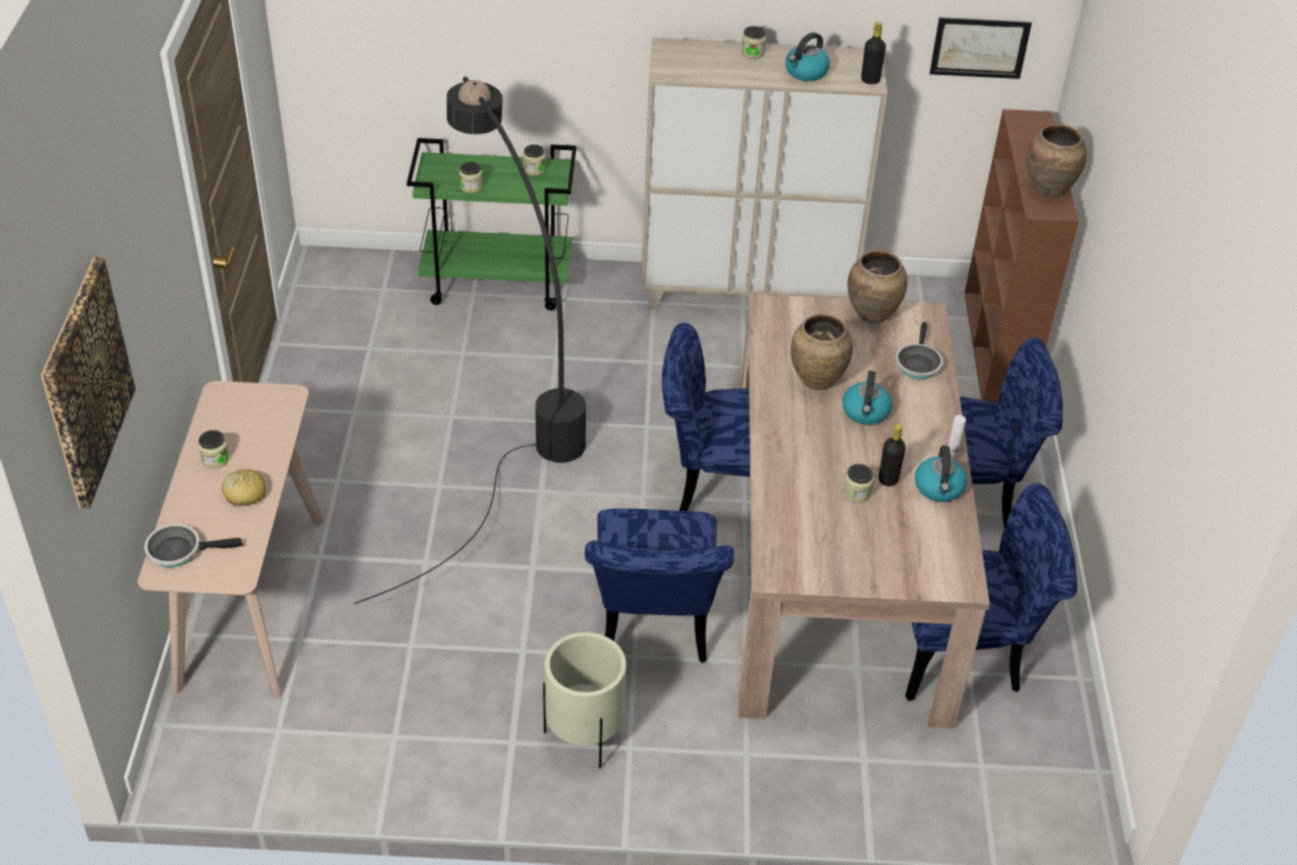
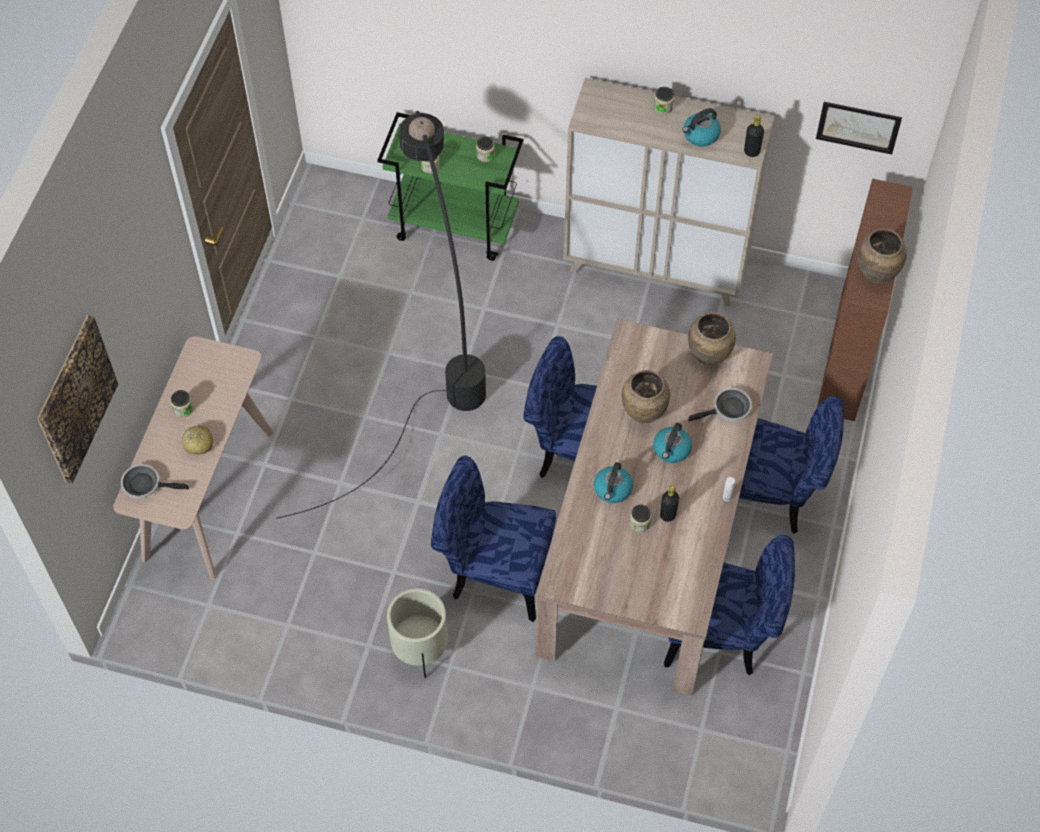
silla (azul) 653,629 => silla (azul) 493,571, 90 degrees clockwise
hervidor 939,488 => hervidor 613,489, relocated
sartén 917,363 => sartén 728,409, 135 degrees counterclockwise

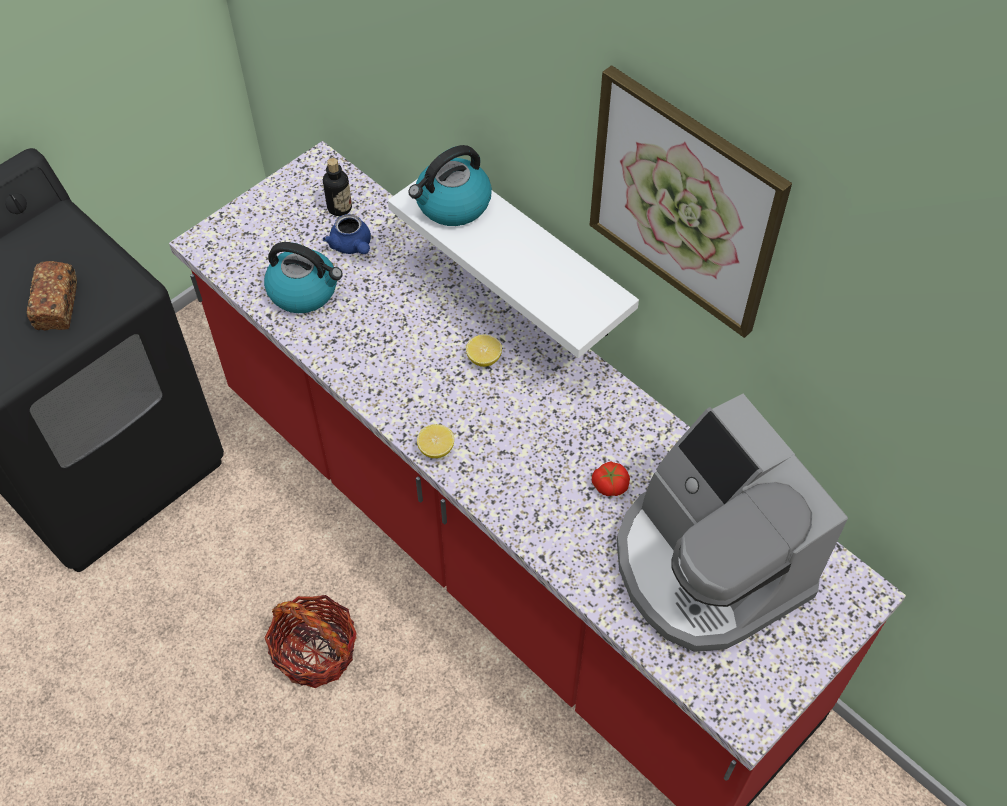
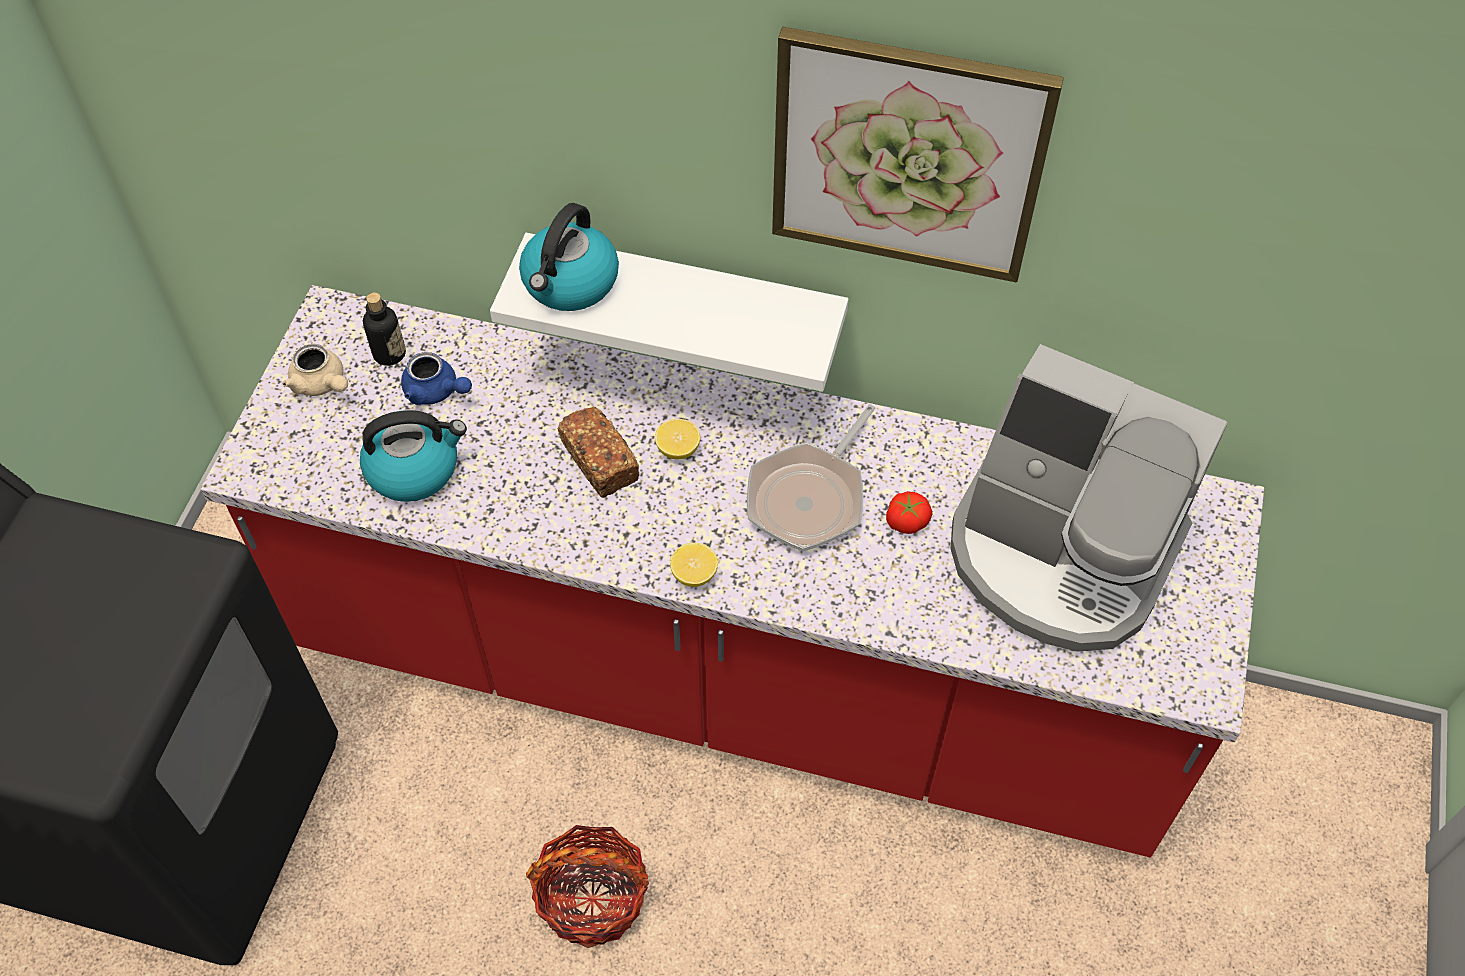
nothing => tetera (beis) 322,384
pan 57,305 => pan 600,462, relocated
nothing => sartén 810,497

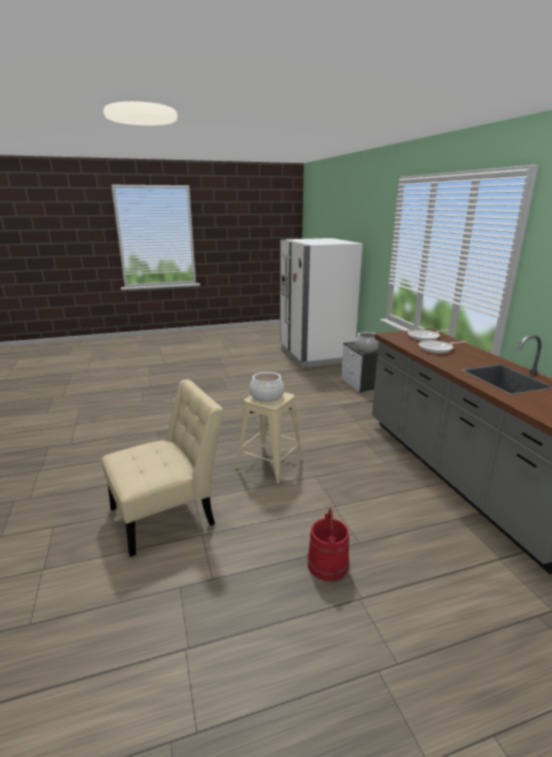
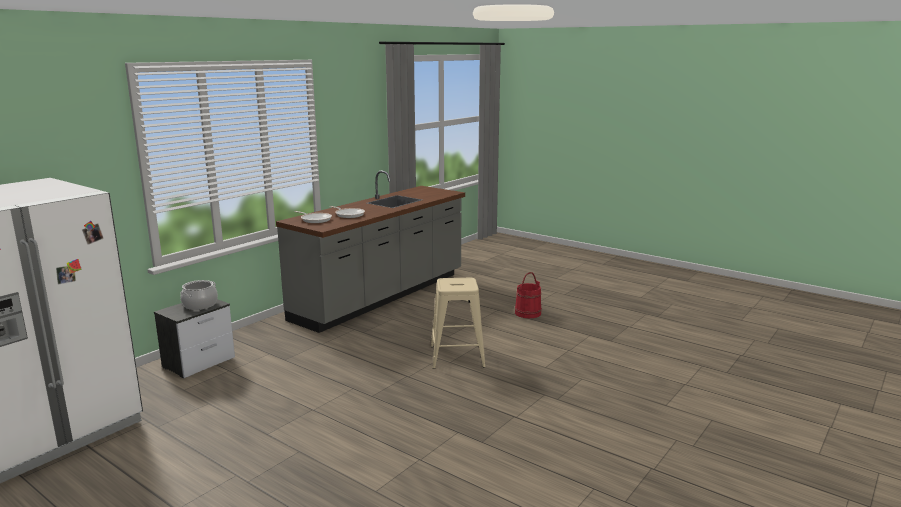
silla (beis) 168,514 => nothing
olla 267,396 => nothing

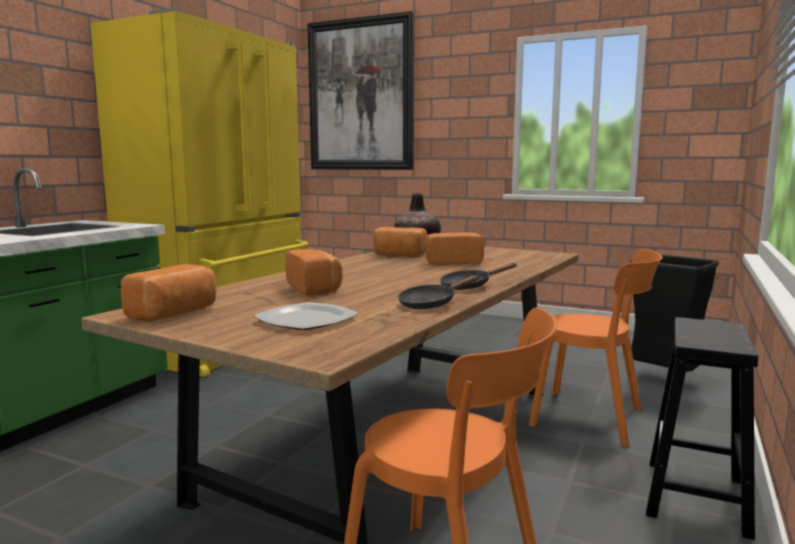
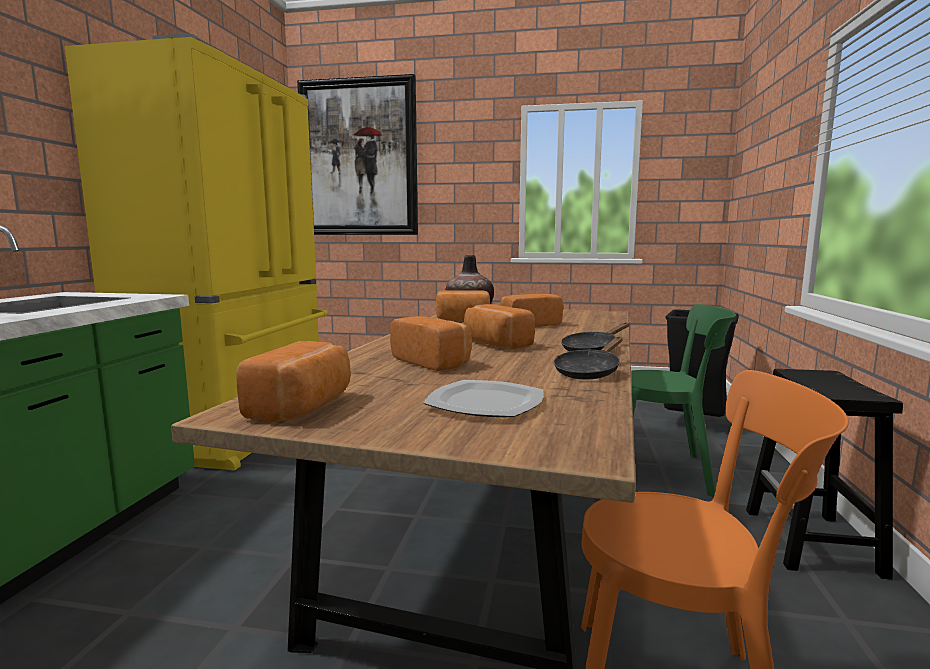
nothing => pan 495,344
silla (naranja) 593,418 => silla (verde) 665,471

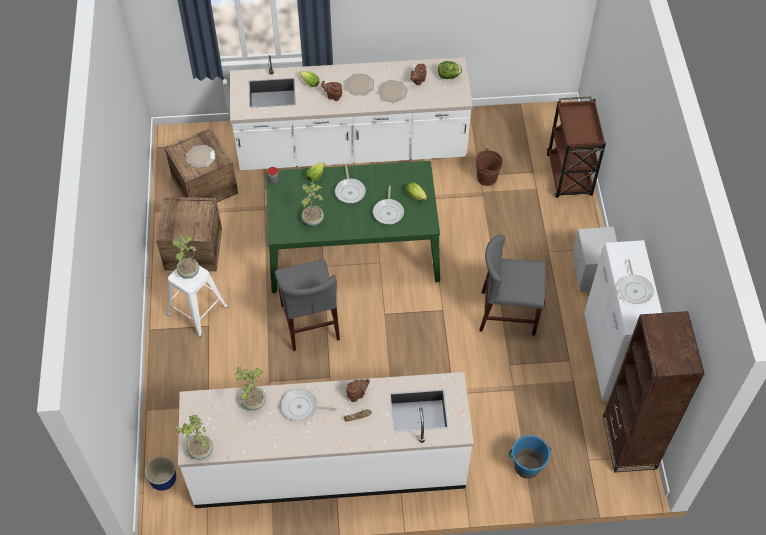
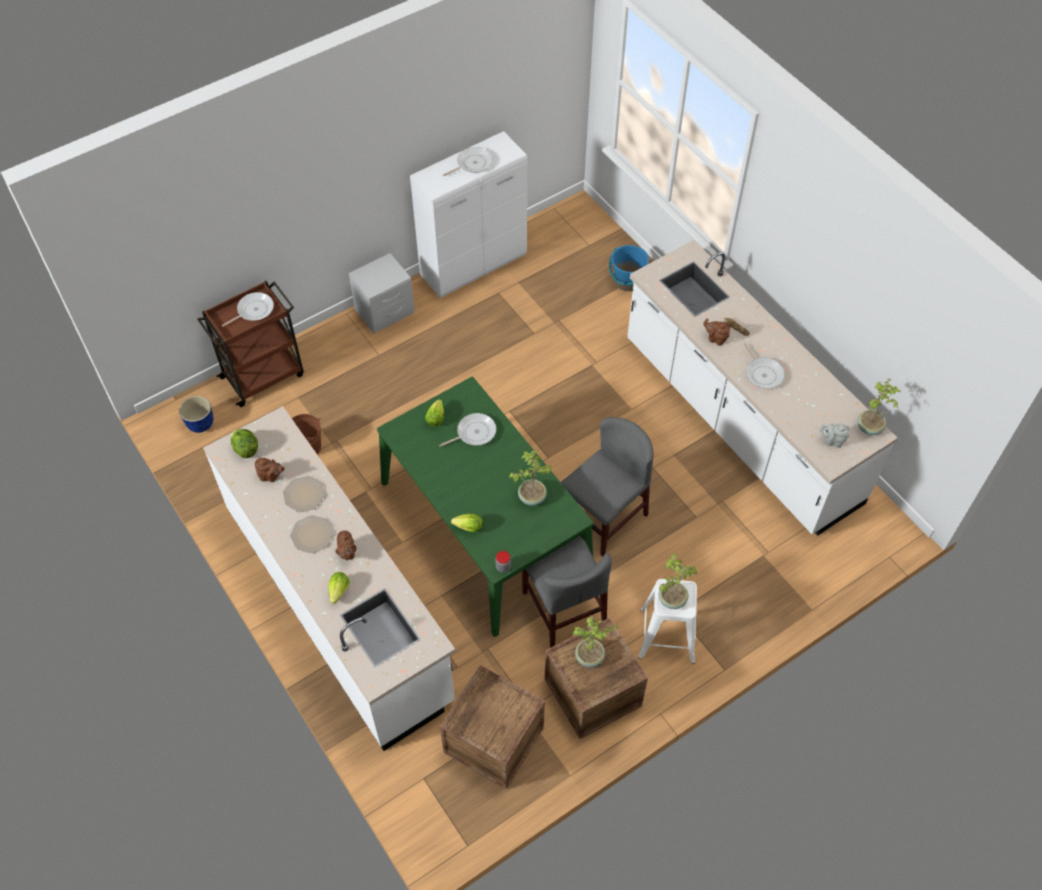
maceta 163,480 => maceta 200,424, relocated
sartén 350,191 => sartén 253,310, relocated
silla (gris) 508,313 => silla (gris) 563,609, relocated
planta en maceta 253,402 => planta en maceta 590,657, relocated
nothing => tetera (gris) 832,441
plato 201,156 => nothing
estantería (marrón) 629,442 => nothing

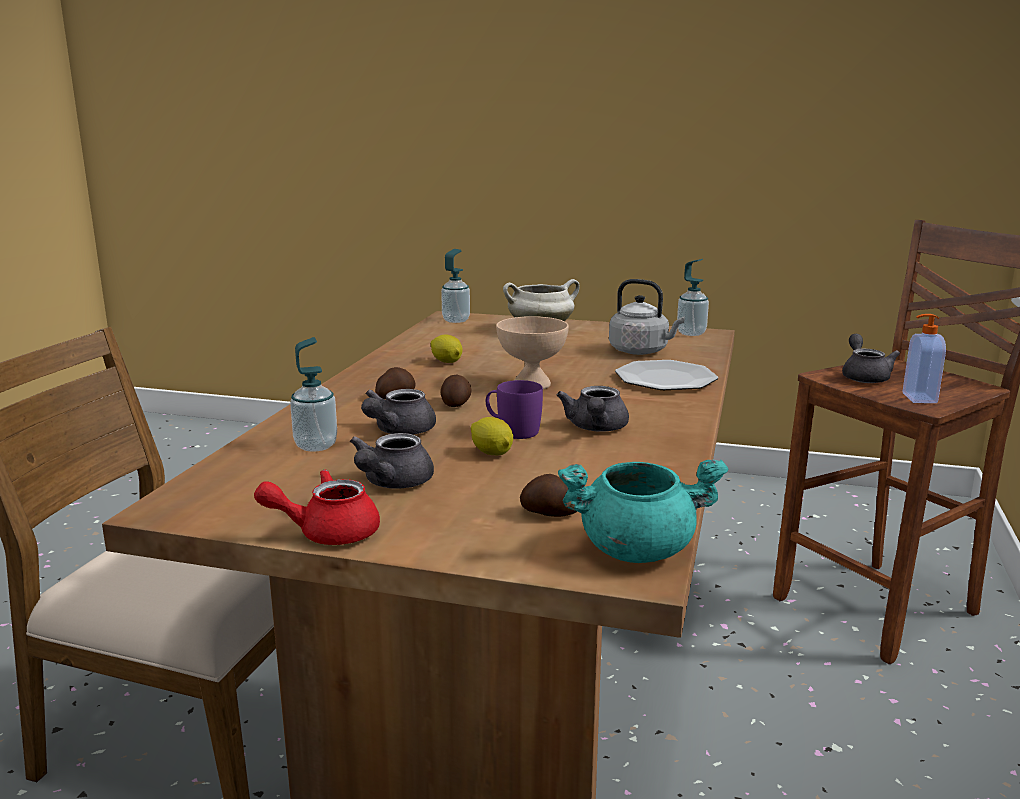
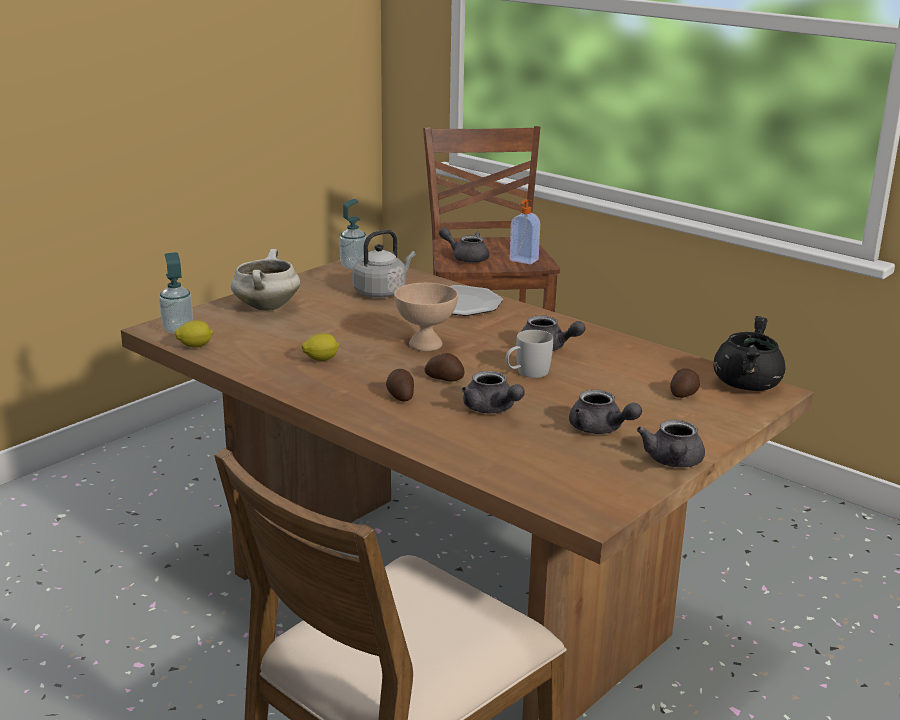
limón 492,453 => limón 195,346, relocated
taza grande (morado) 512,430 => taza grande (blanco) 527,373
tetera (rojo) 327,532 => tetera (gris) 673,462
olla (turquesa) 637,549 => olla (negro) 746,384
dispensador de jabón 316,445 => nothing

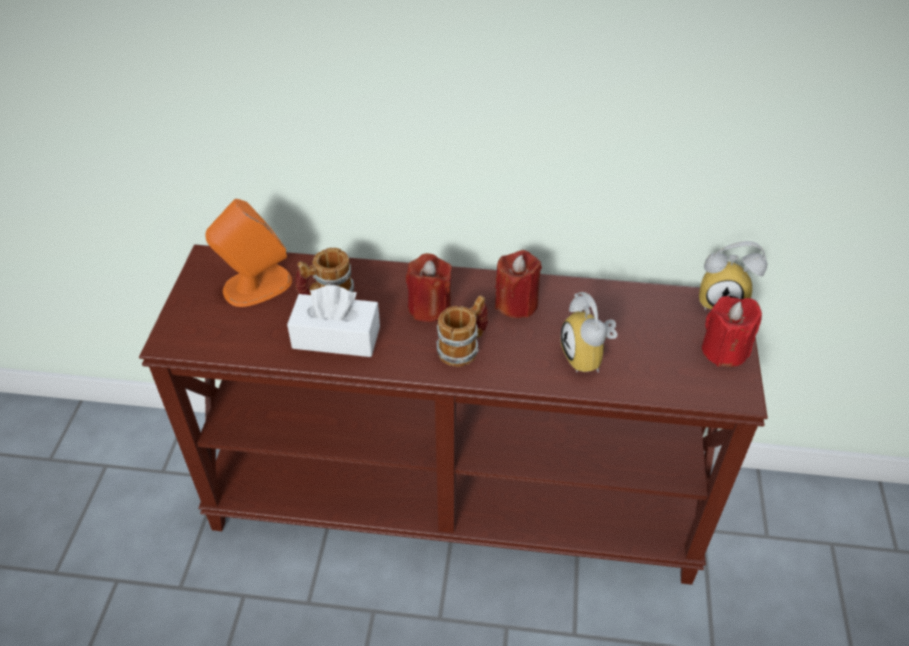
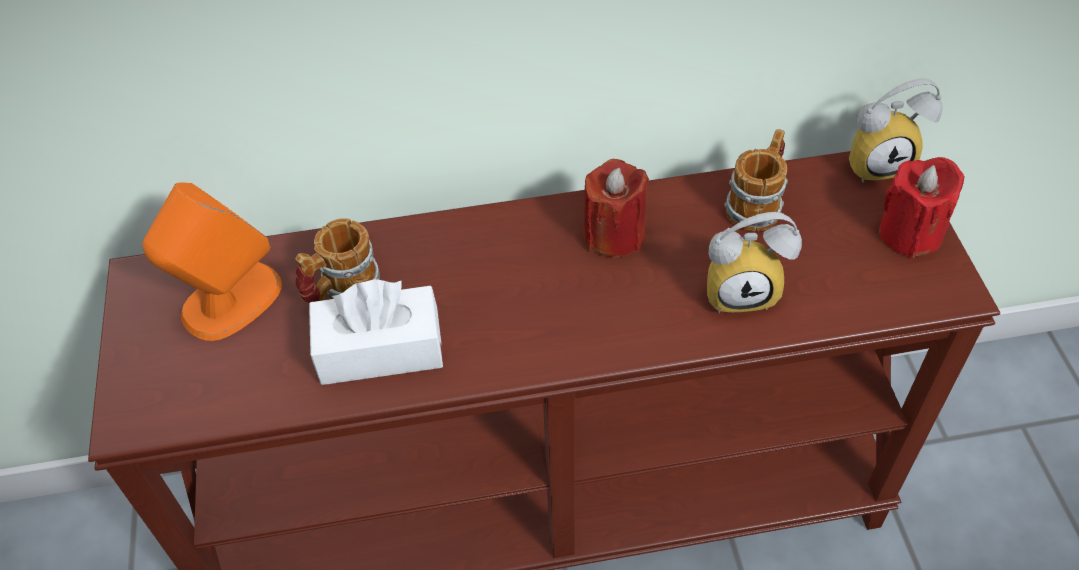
despertador 589,358 => despertador 742,289, 60 degrees counterclockwise
taza grande 464,347 => taza grande 757,204, relocated
vela (rojo) 429,307 => nothing

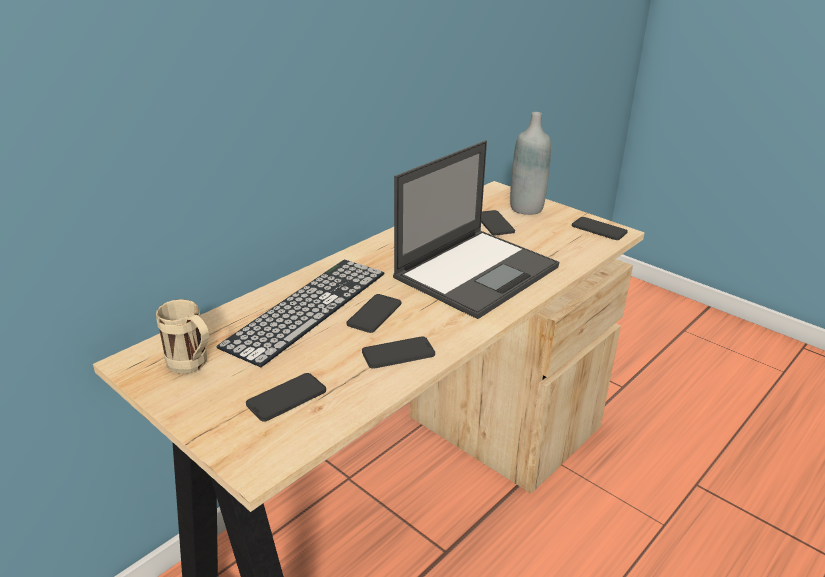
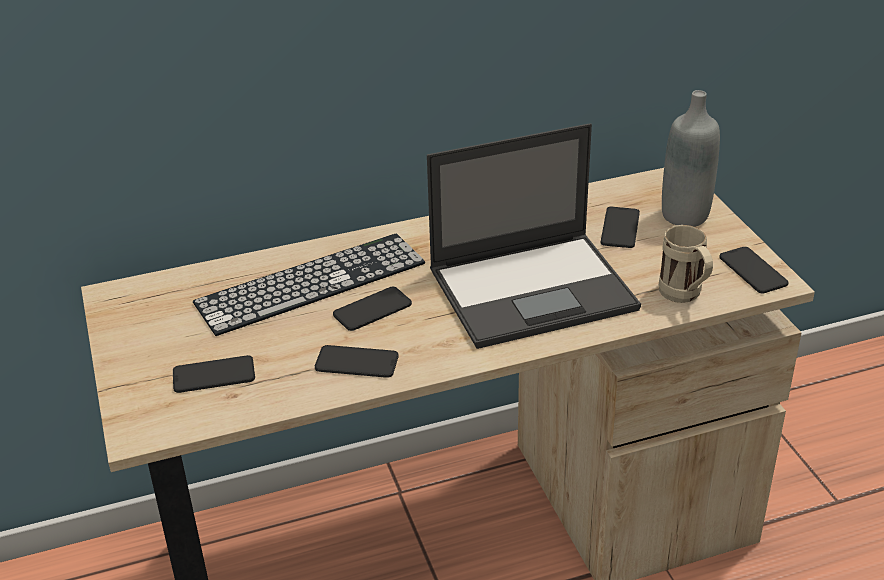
taza grande (beis) 193,366 => taza grande (beis) 684,297, relocated

